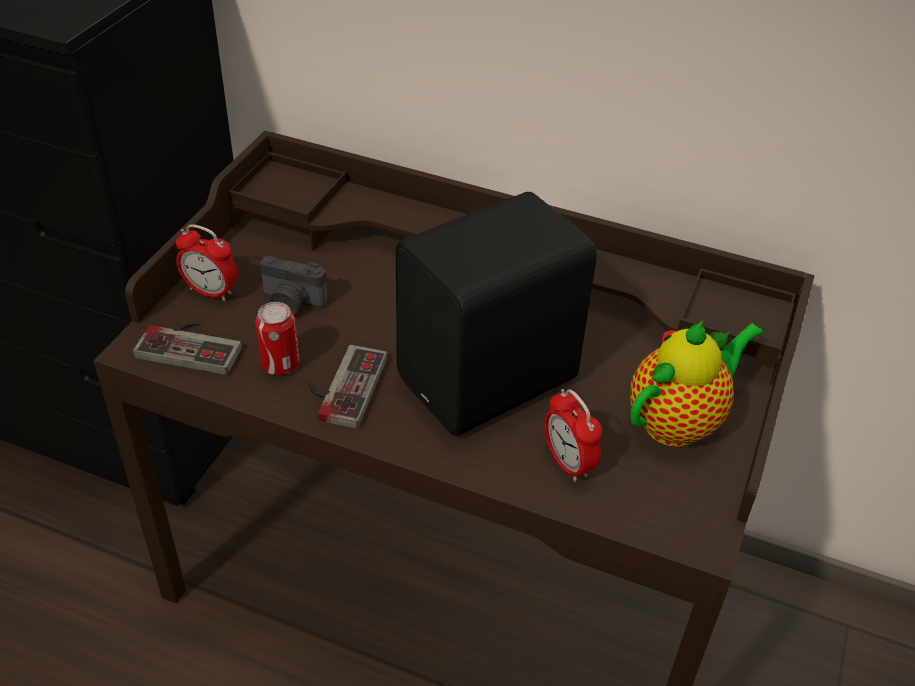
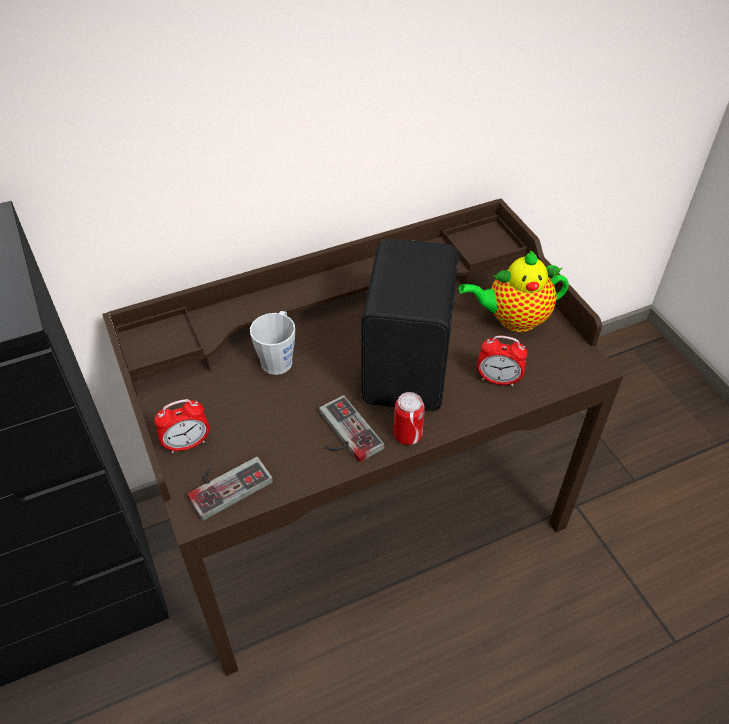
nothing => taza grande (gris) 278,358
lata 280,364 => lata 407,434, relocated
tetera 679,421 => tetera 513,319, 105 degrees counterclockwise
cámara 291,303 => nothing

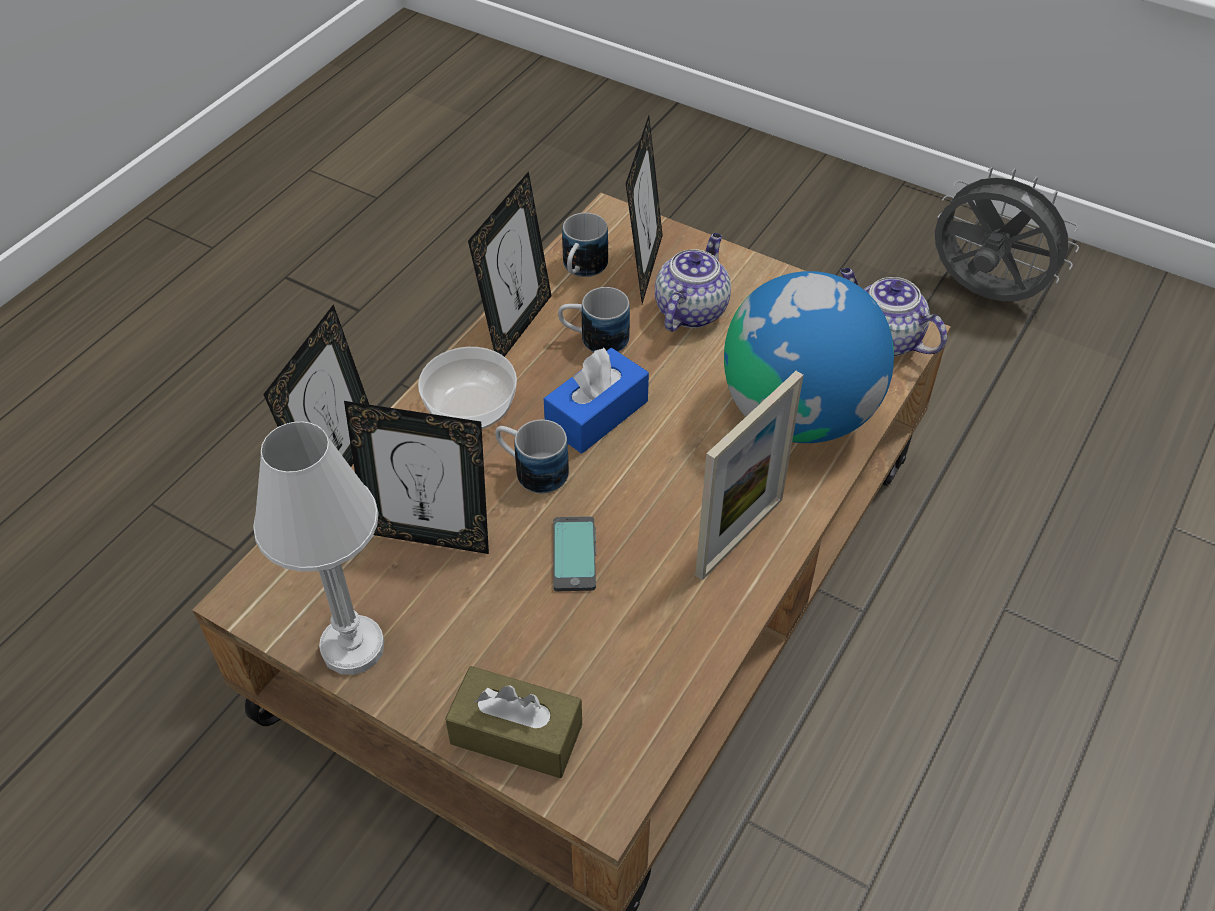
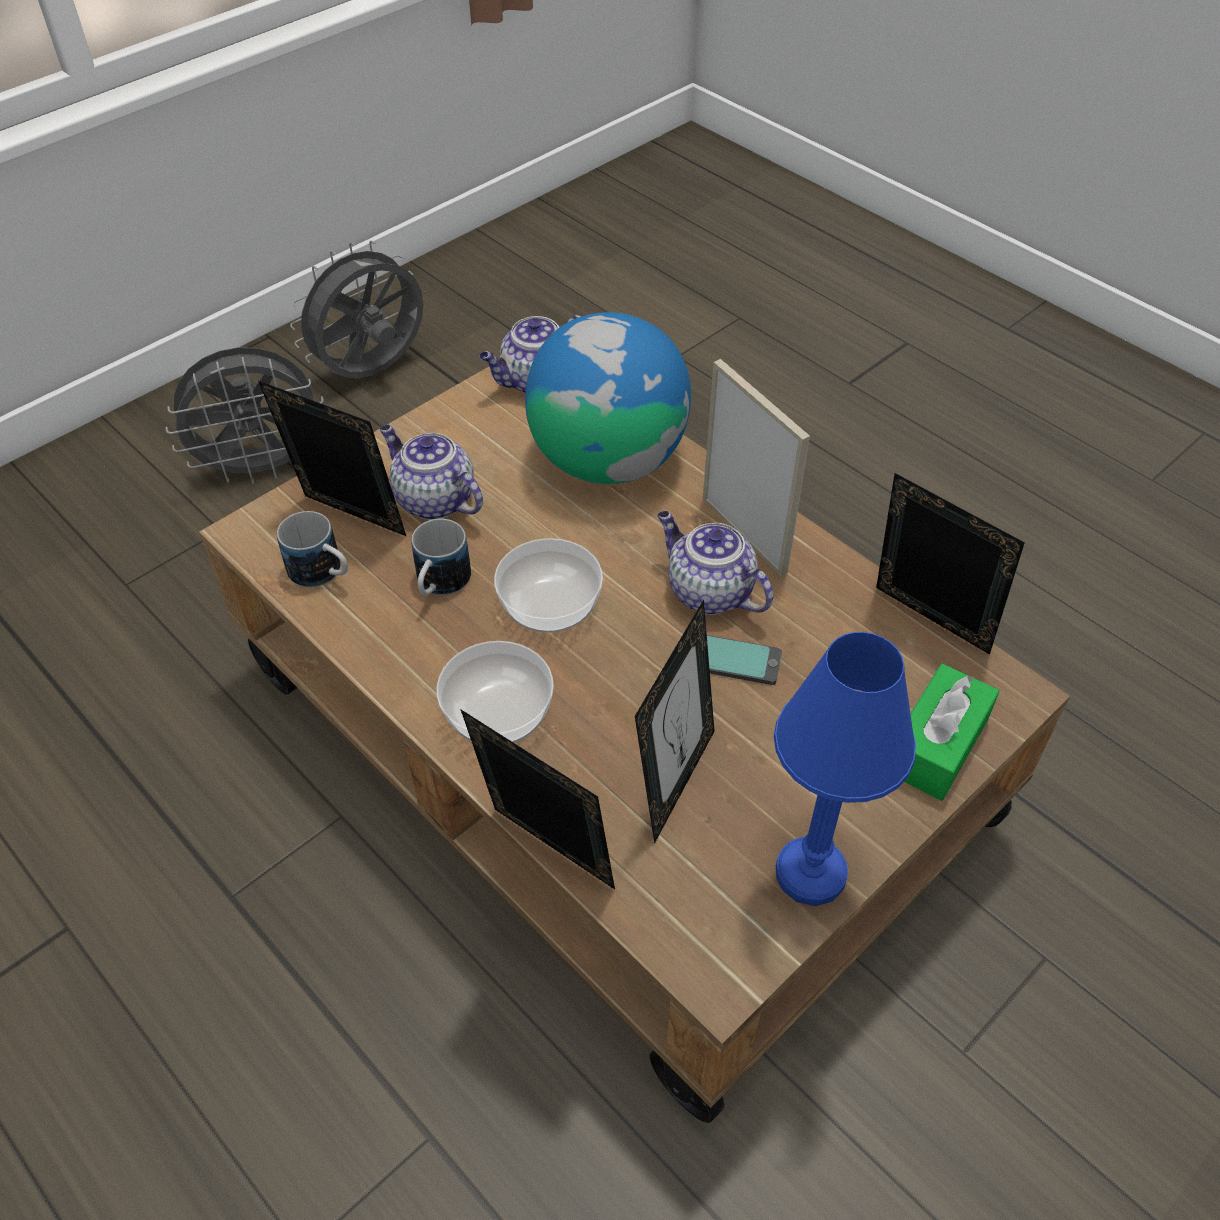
nothing => ventilador (gris) 263,468
caja de pañuelos (azul) 596,414 => cuenco 551,605
nothing => tetera 708,592
lámpara de mesa (blanco) 353,647 => lámpara de mesa (azul) 811,873
portarretratos 517,327 => portarretratos 925,626, relocated
caja de pañuelos (marrón) 516,734 => caja de pañuelos (verde) 936,745
taza grande 531,470 => nothing

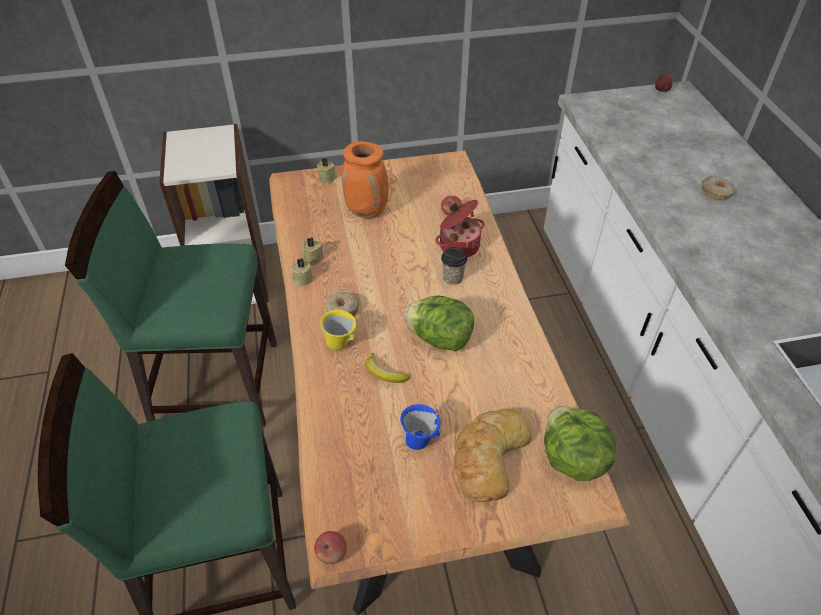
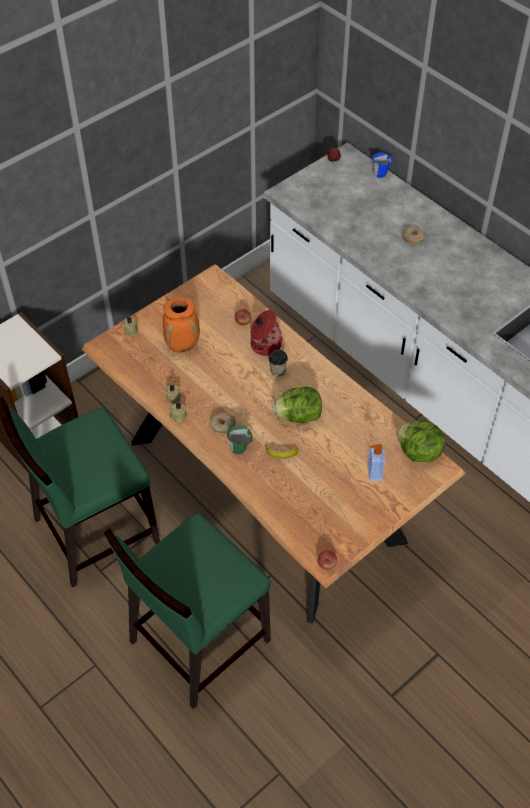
taza grande (amarillo) 340,344 => taza grande (verde) 240,448
pan 488,457 => dispensador de jabón 373,473
taza grande (azul) 420,441 => taza grande (azul) 380,174, relocated

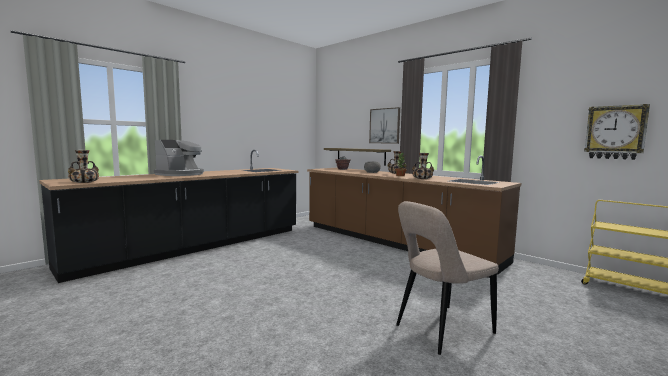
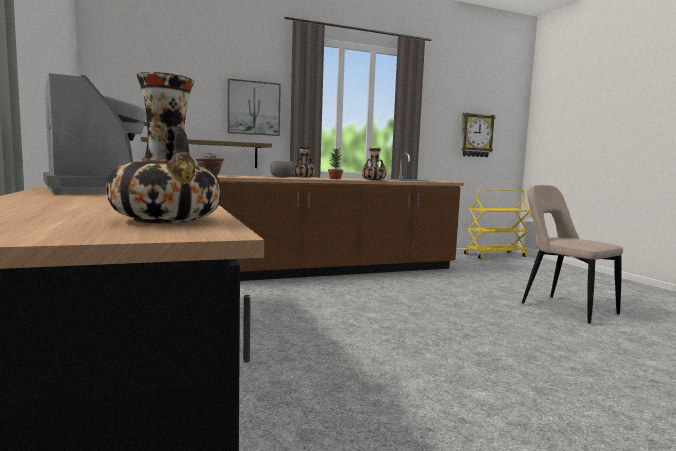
silla (beis) 440,330 => silla (beis) 564,308, 150 degrees clockwise

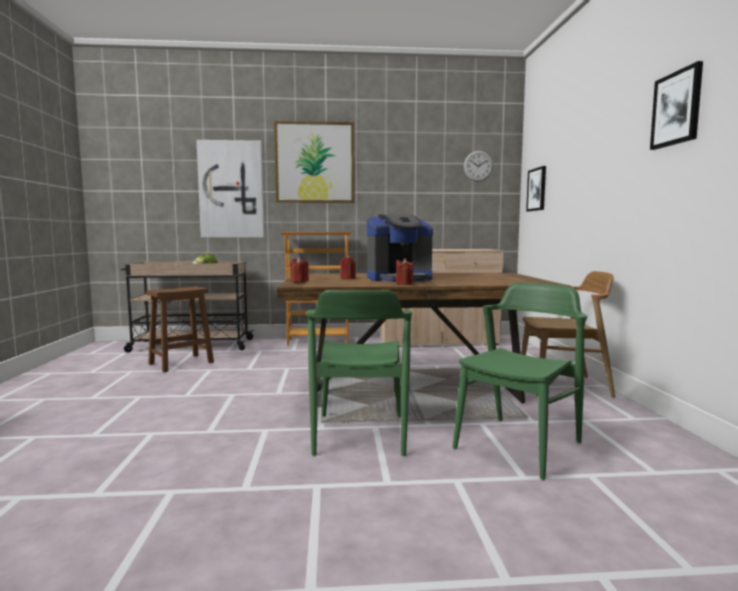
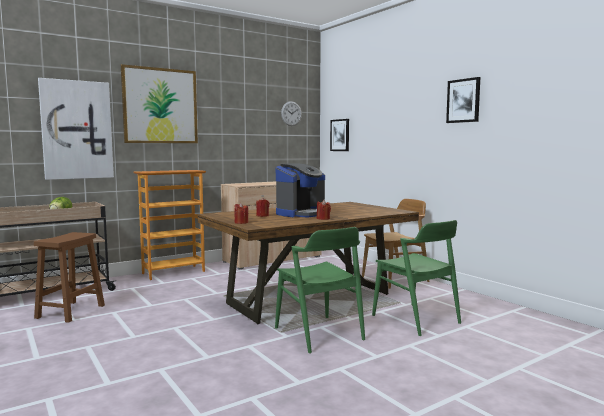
silla (verde) 519,445 => silla (verde) 415,319, 135 degrees clockwise

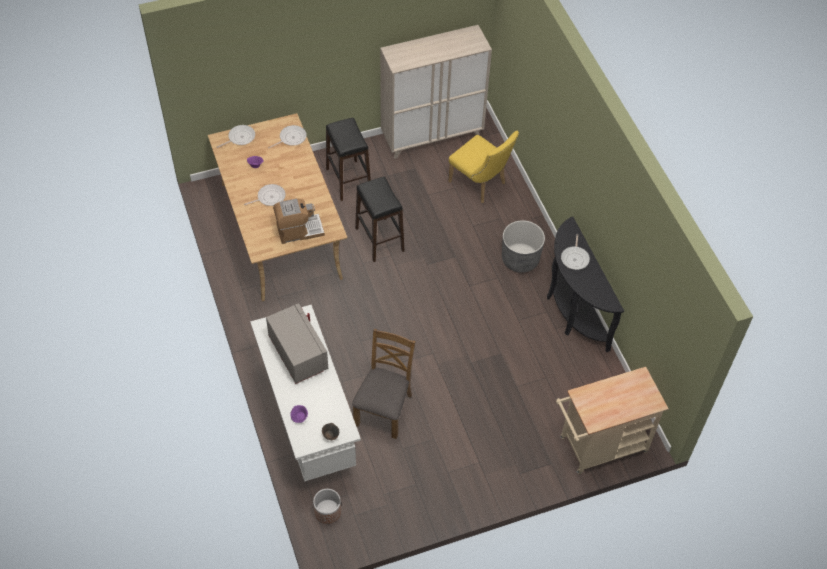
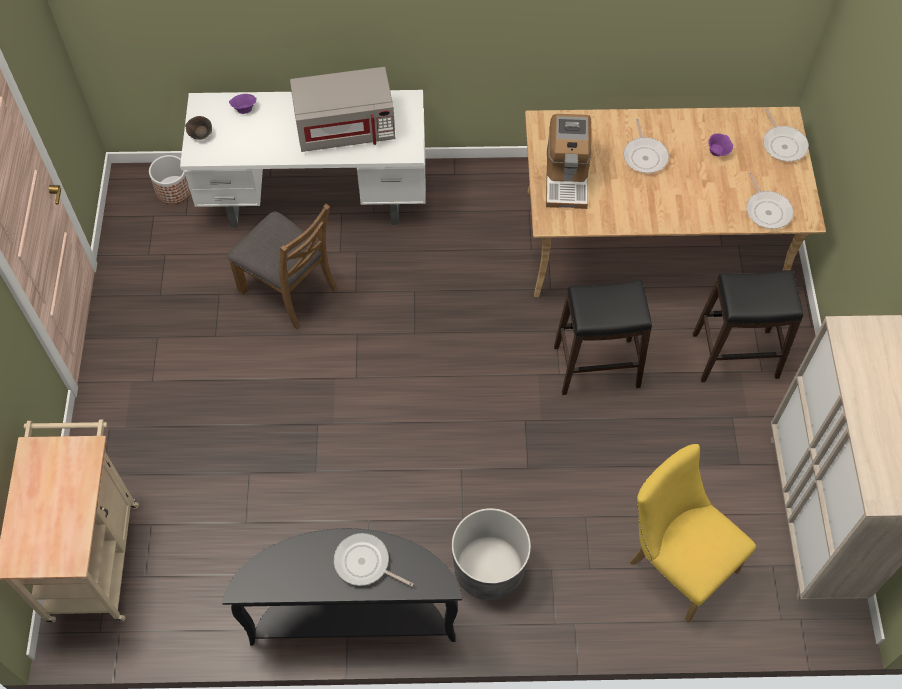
silla (amarillo) 480,185 => silla (amarillo) 676,561, 75 degrees clockwise

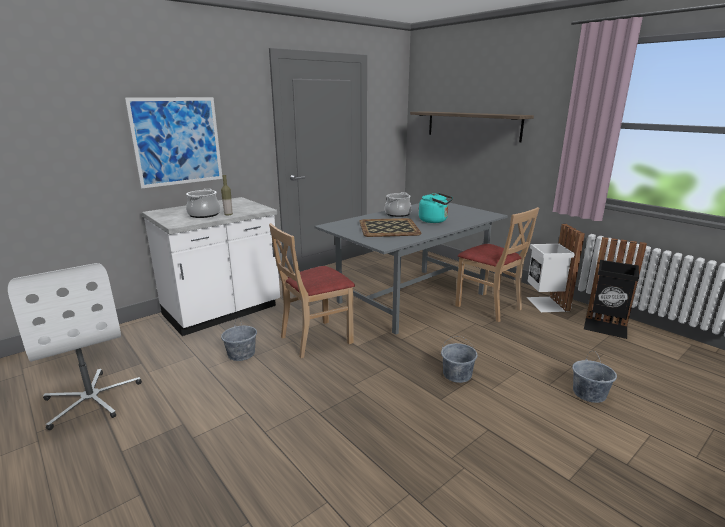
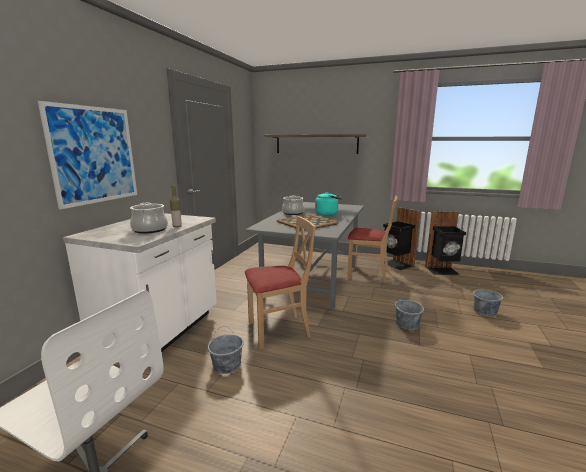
silla (beis) 316,339 => silla (beis) 278,330, 135 degrees counterclockwise
papelera (blanco) 545,304 => papelera (negro) 396,264

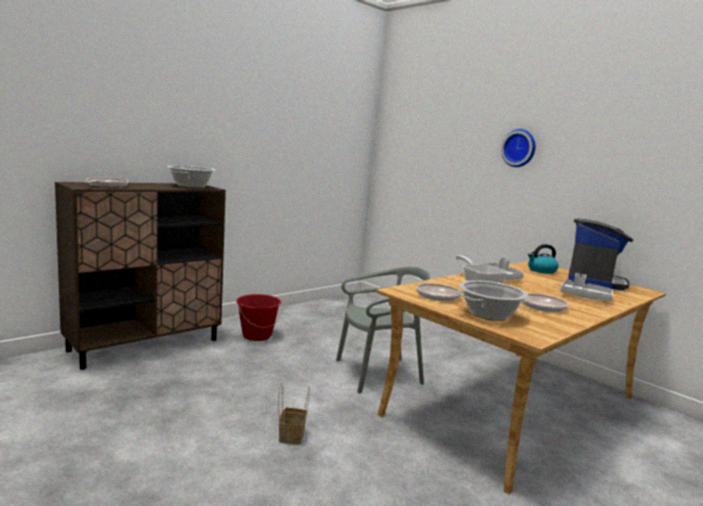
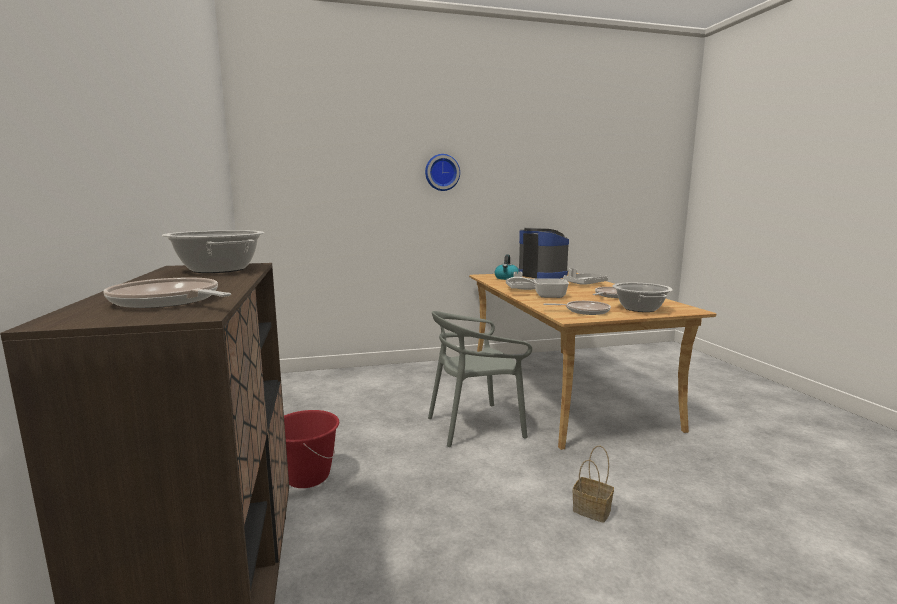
silla (gris) 378,373 => silla (gris) 475,425, 120 degrees counterclockwise

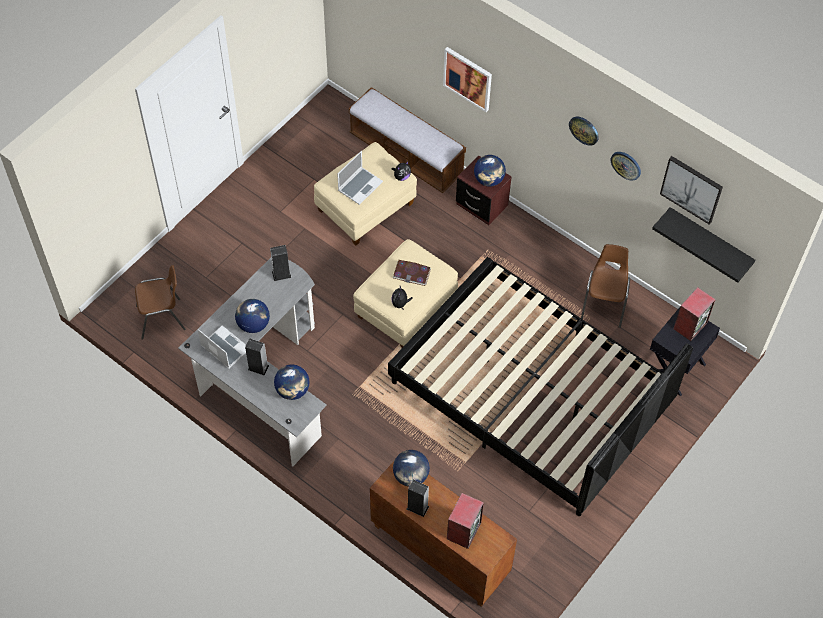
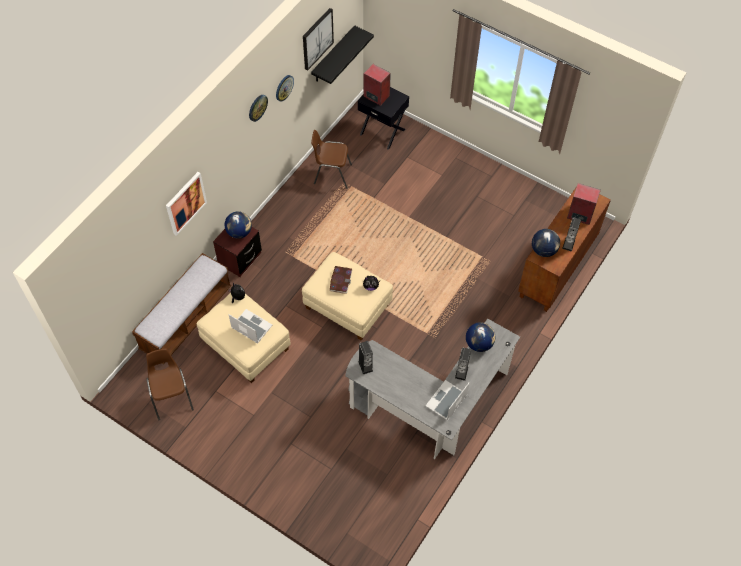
silla (marrón) 162,318 => silla (marrón) 171,397, relocated
globo terráqueo 253,324 => nothing
cama (negro) 530,394 => nothing

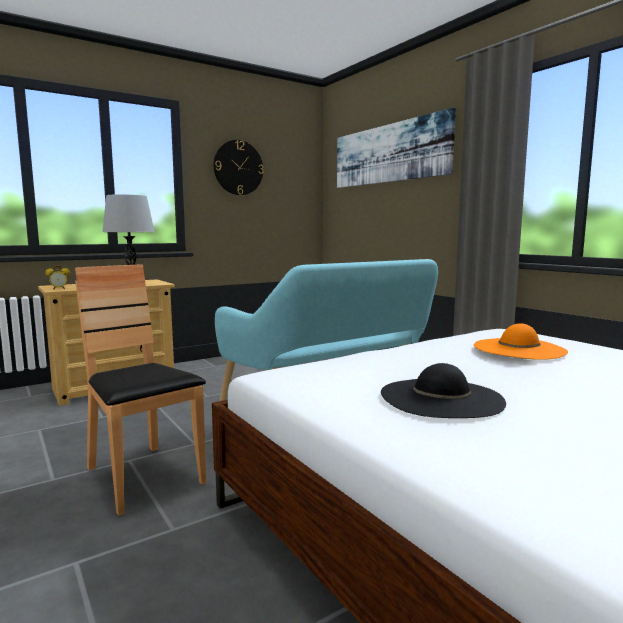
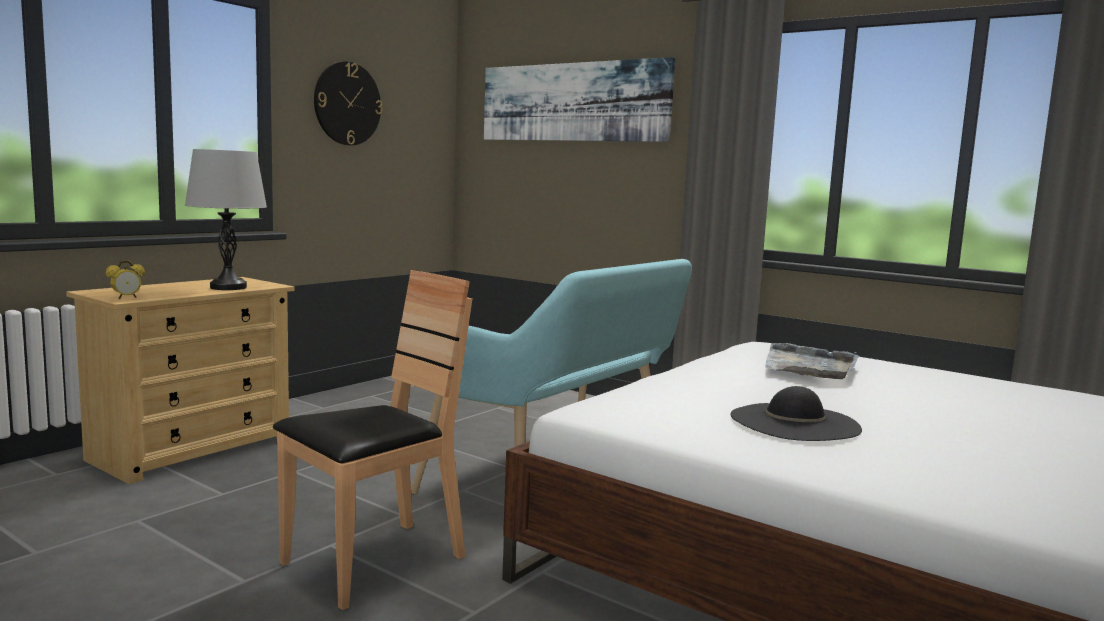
silla (marrón) 143,477 => silla (marrón) 373,562, 105 degrees clockwise
sombrero (naranja) 519,349 => bandeja (gris) 809,366

